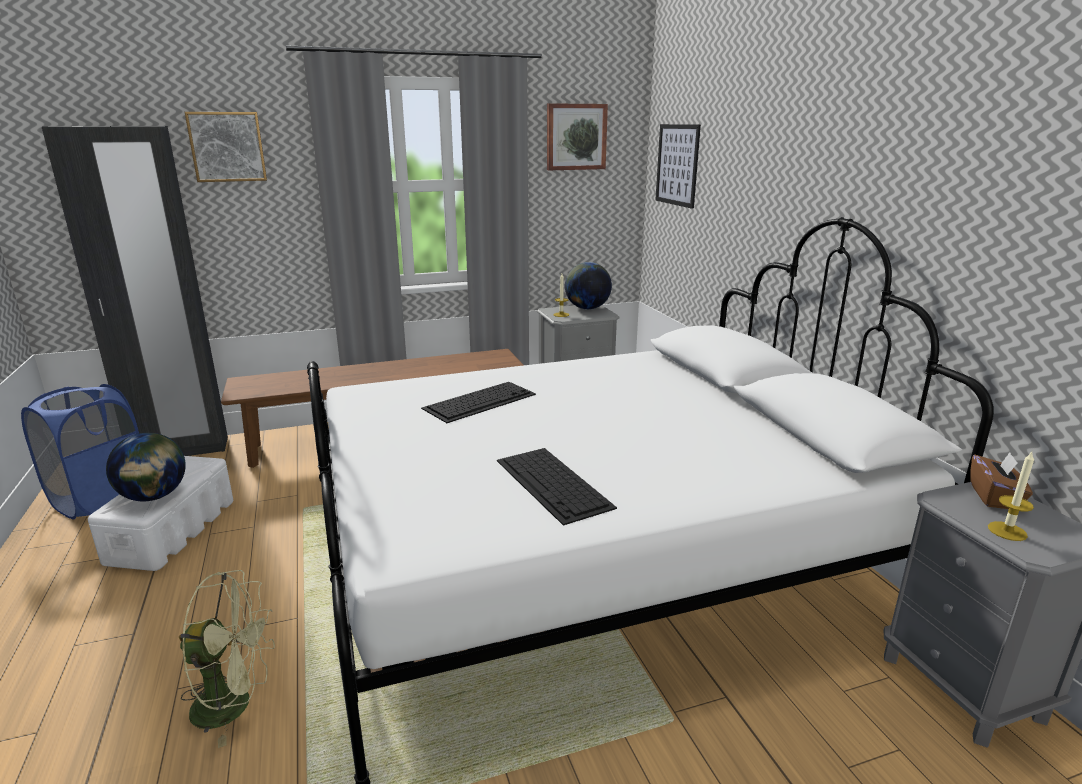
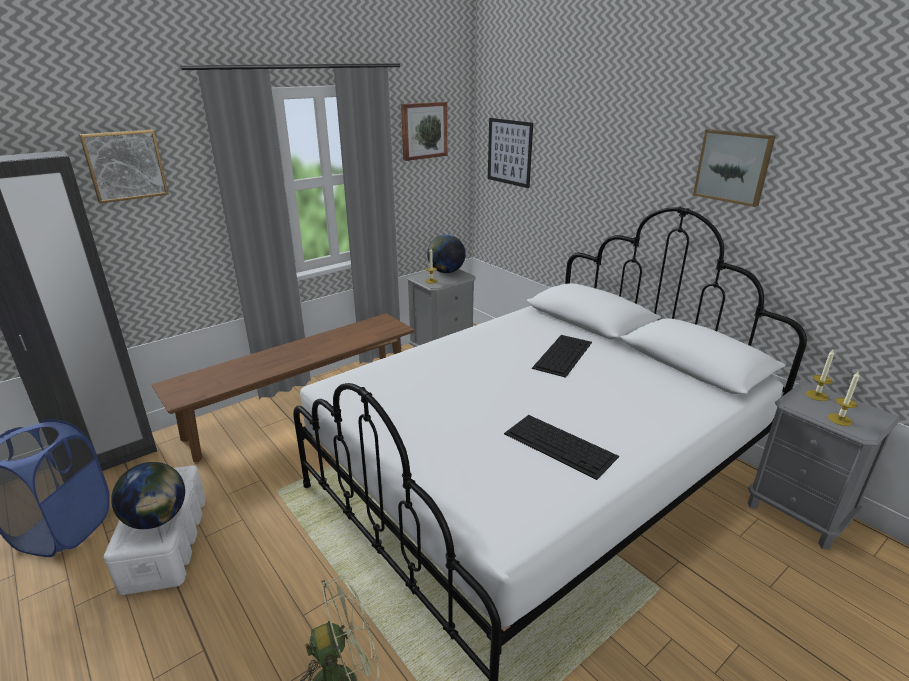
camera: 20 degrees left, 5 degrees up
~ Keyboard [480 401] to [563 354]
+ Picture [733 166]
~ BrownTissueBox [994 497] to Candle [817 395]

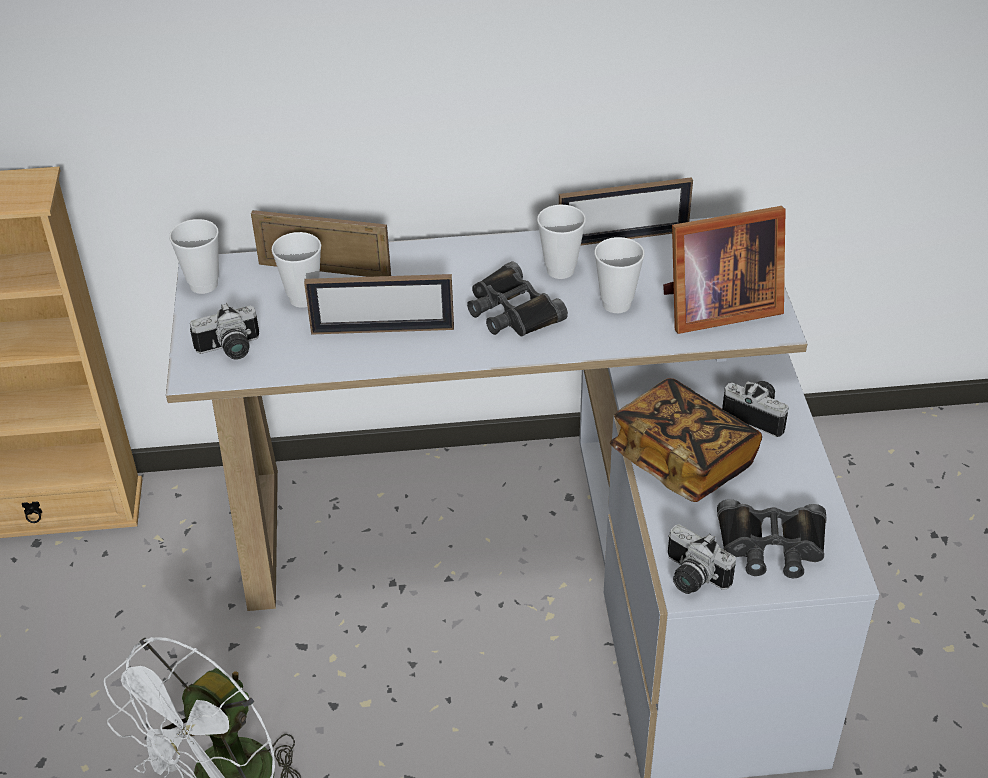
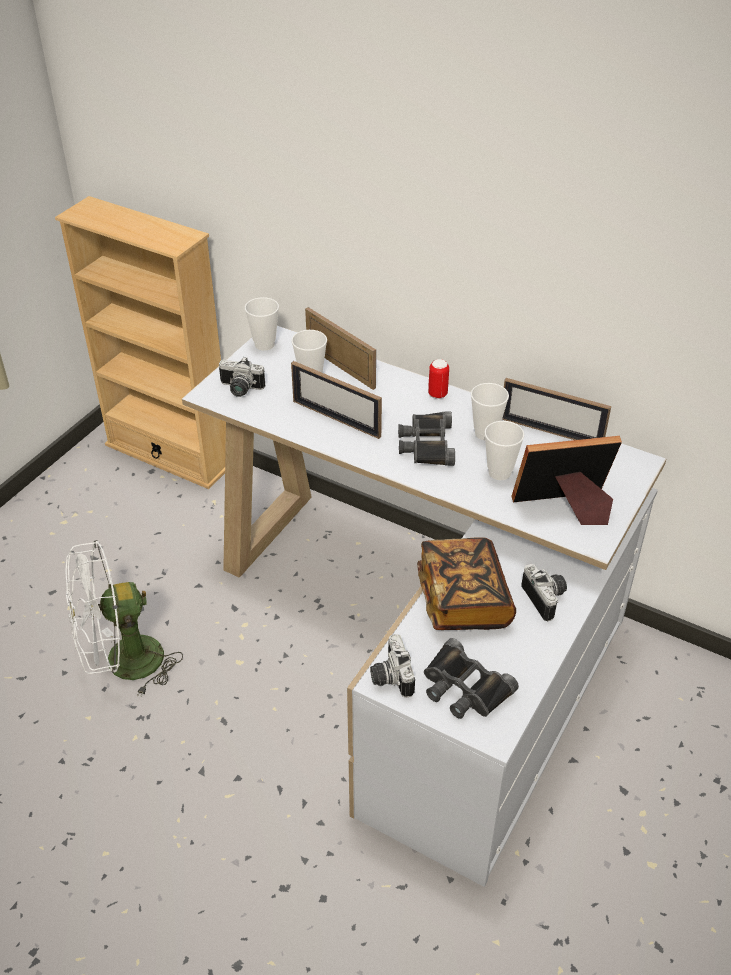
camera: 35 degrees right, 0 degrees up
+ Can [437 394]
~ PictureFrame [715 308] = [565 508] 150 degrees clockwise

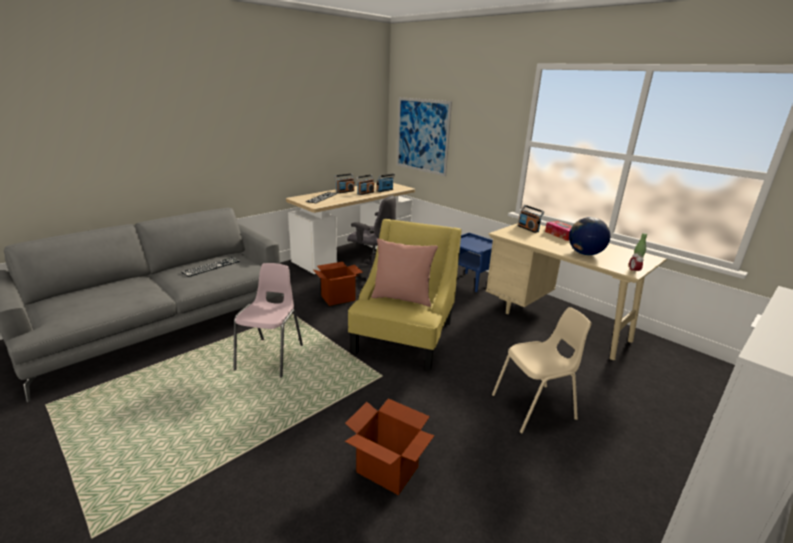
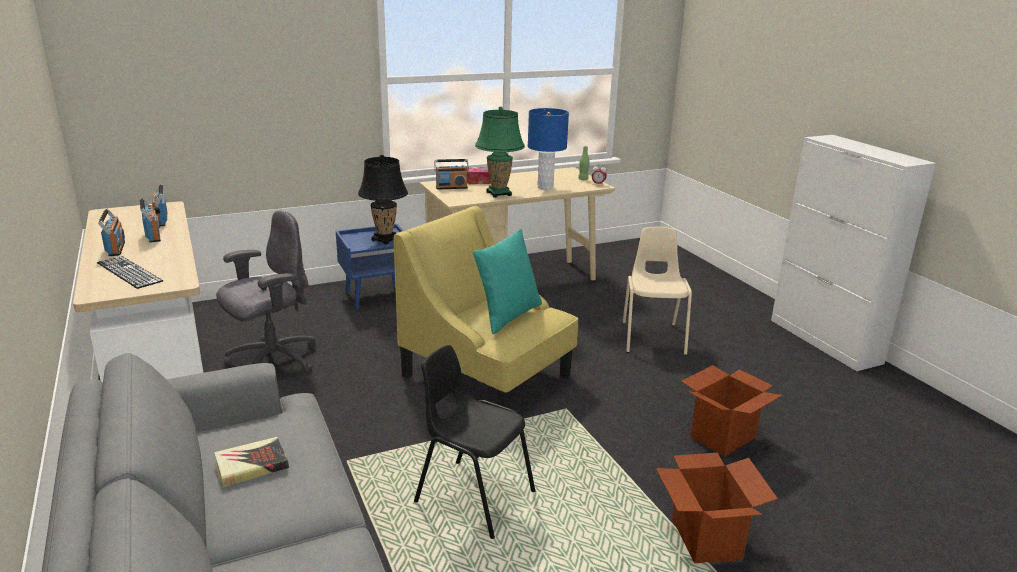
camera: 70 degrees left, 0 degrees up
~ Keyboard [211 266] to Book [251 466]
+ BlackTableLamp [385 239]
~ PinkChair [271 357] to BlackChair [473 496]
~ PinkPillow [402 298] to TurquoisePillow [507 316]
+ GreenTableLamp [499 194]
~ Globe [585 254] to BlueTableLamp [545 187]
~ CardboardBox [338 298] to [705 538]
- Picture [422 136]

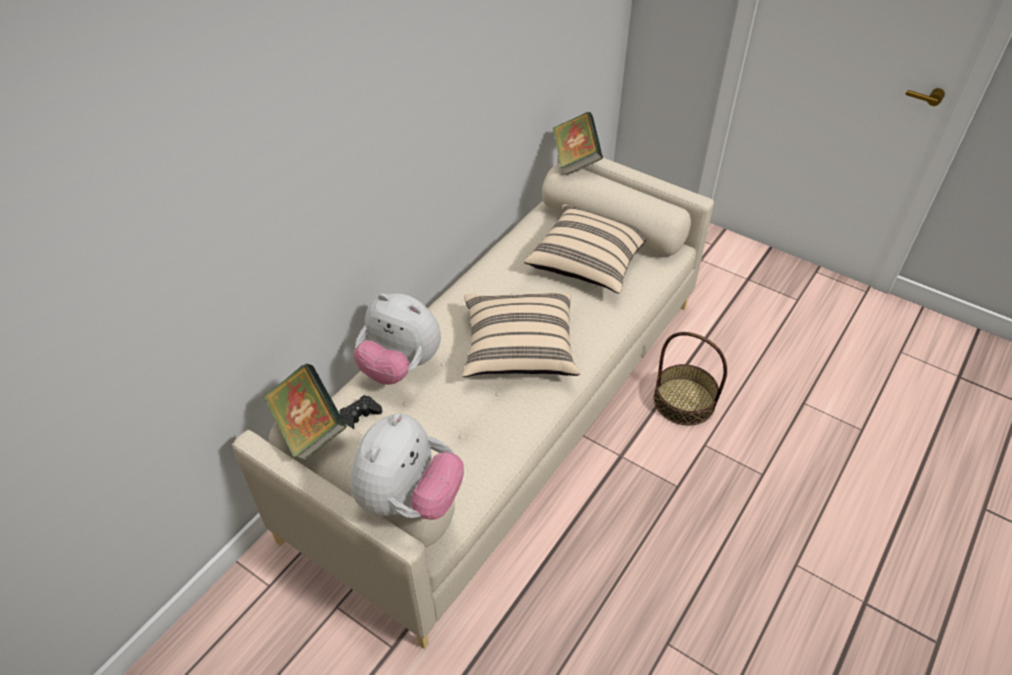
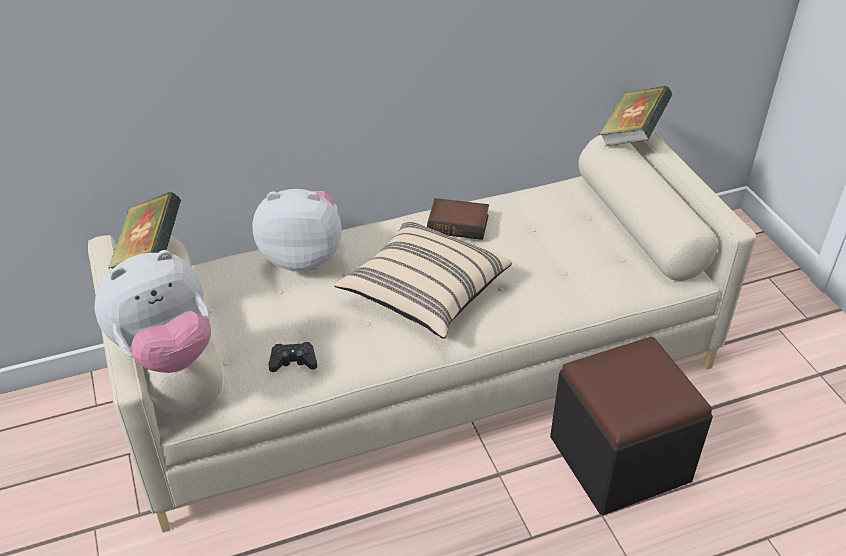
camera: 35 degrees right, 5 degrees down
~ PlushToy [400 366] = [302 256] 120 degrees clockwise
~ BlackGameController [359 416] to [293 361]
+ Book [459 223]
~ Basket [684 401] to BlackOttoman [619 459]
- BeigePillow [588 262]

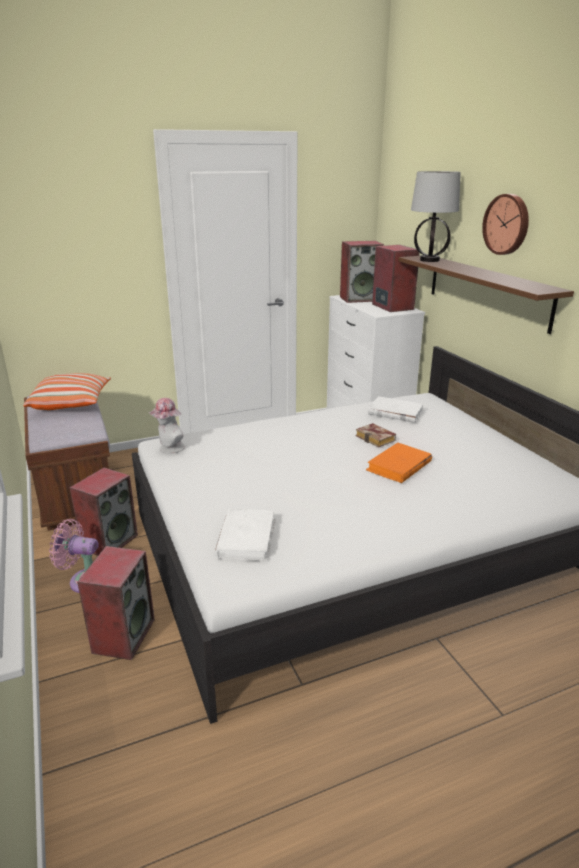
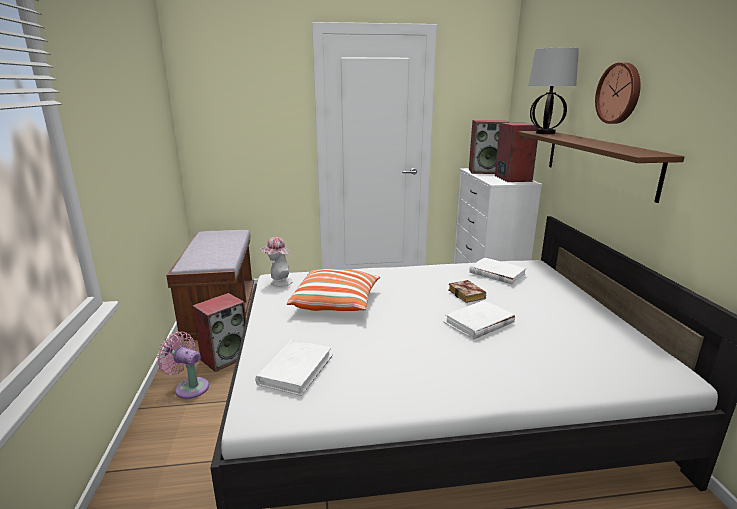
camera: 15 degrees right, 5 degrees down
~ Pillow [71 403] to [336 303]
~ OrangeBook [399 466] to WhiteBook [478 323]
- Speaker [123 635]

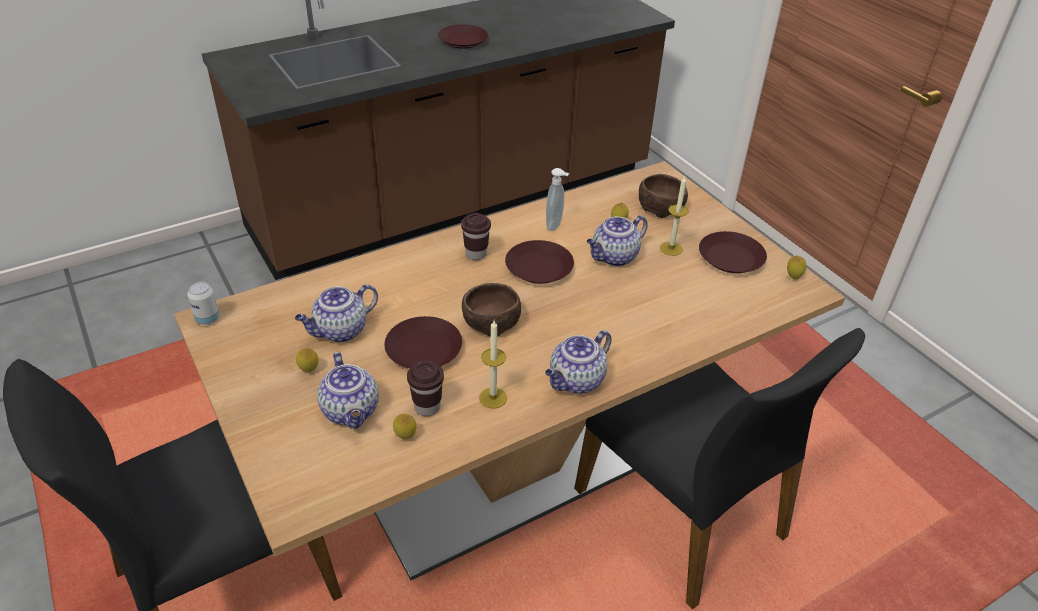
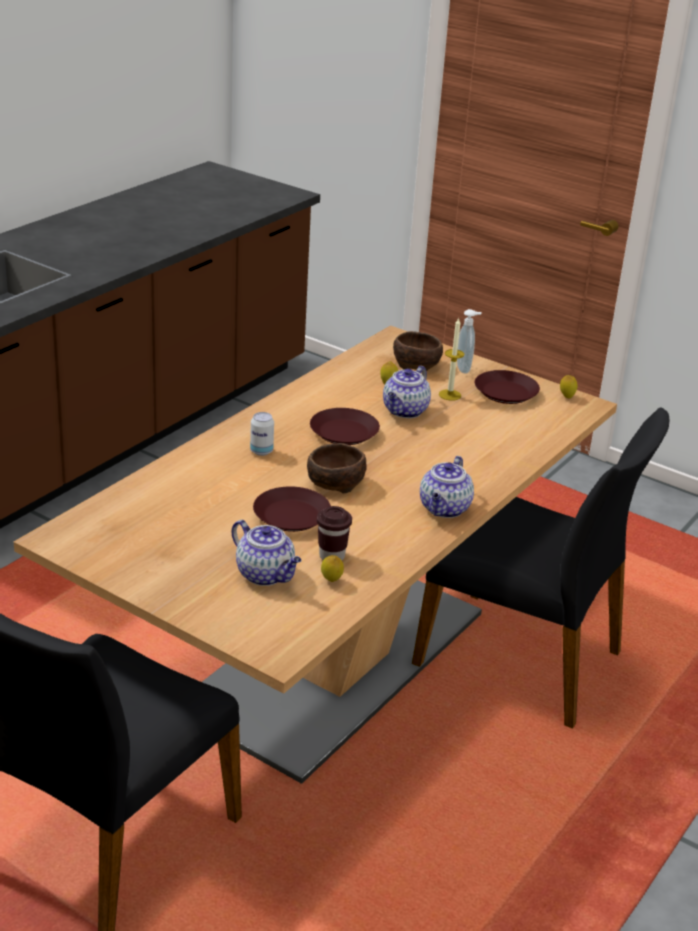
camera: 25 degrees left, 10 degrees down
~ Can [208 319] to [261 451]
~ SoapDispenser [555 225] to [465 368]
- Teapot [340 331]
- Lemon [309 370]
- BrownPlate [462 41]
- BrownCup [476 254]
- Candle [493 398]

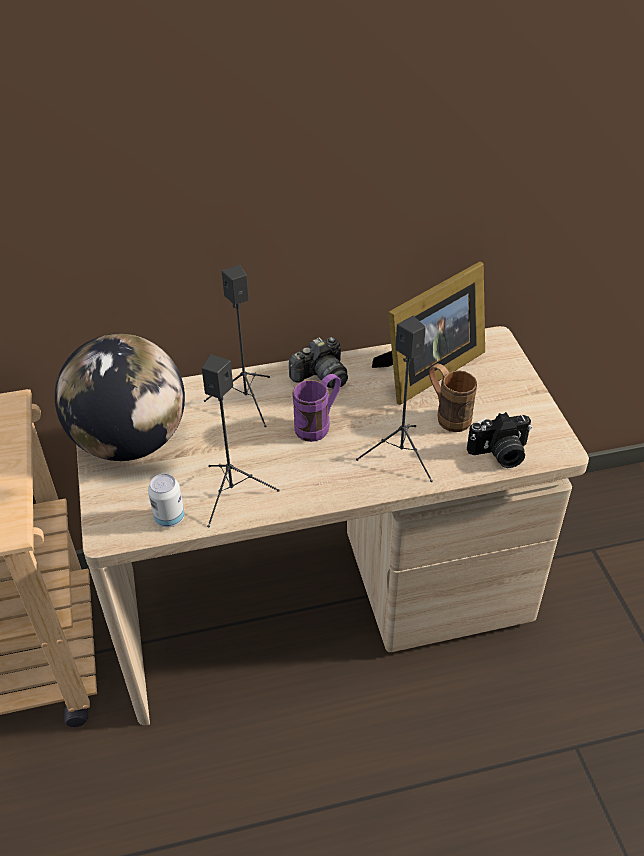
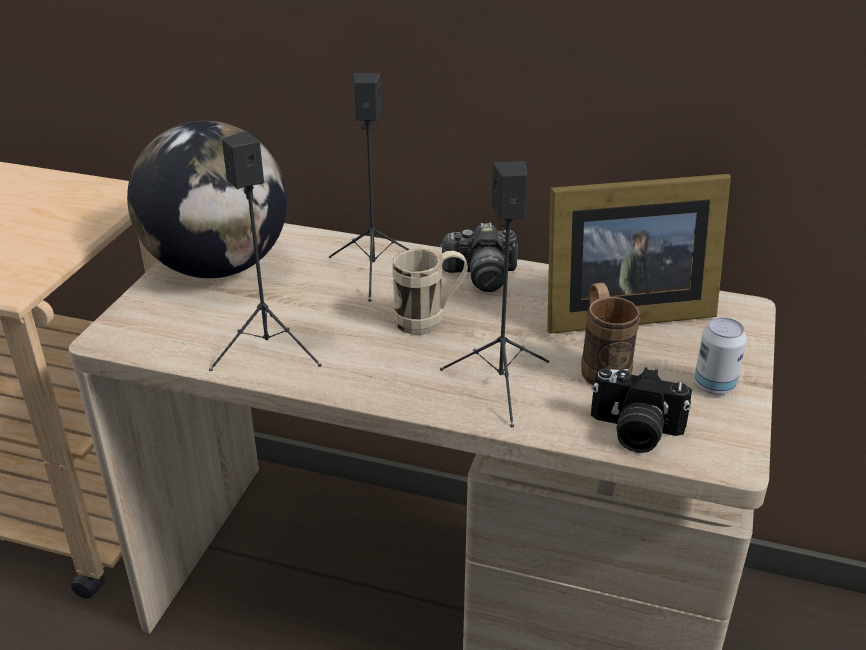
camera: 30 degrees right, 10 degrees down
~ PurpleMug [318 426] to BeigeMug [430 321]
~ Can [169 518] to [714 385]

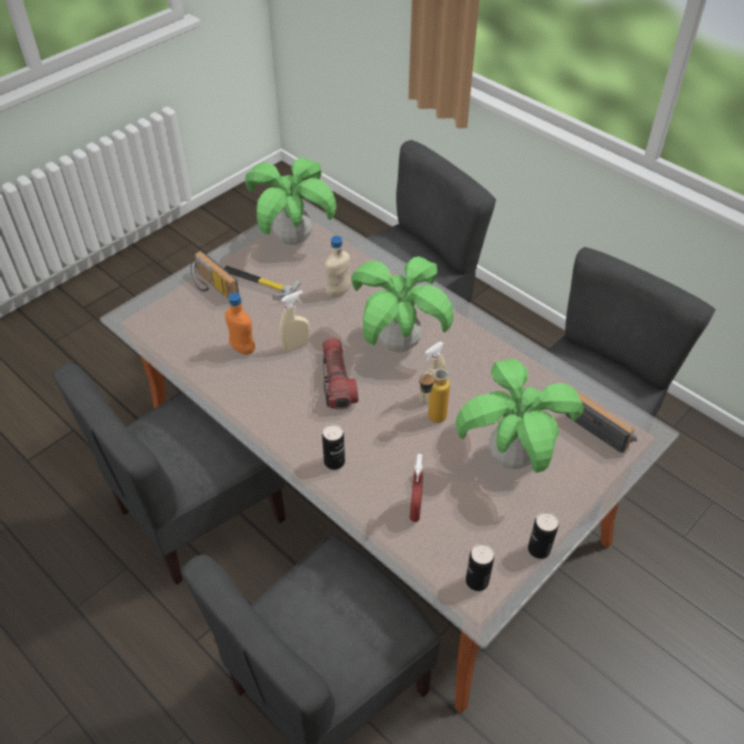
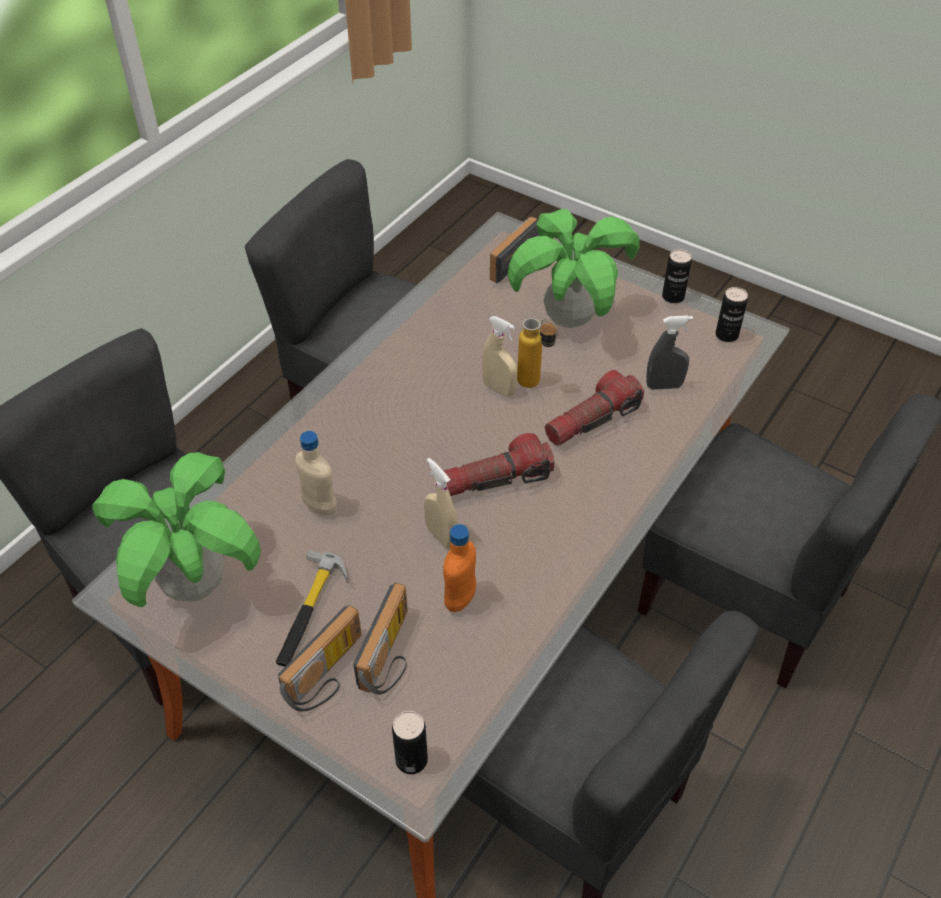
camera: 100 degrees left, 0 degrees up
+ Radio [391 654]
~ Can [334 461] to [411 760]
+ Flashlight [592 420]
~ RedSprayBottle [415 509] to GreySprayBottle [664 386]
- PottedPlant [398 344]

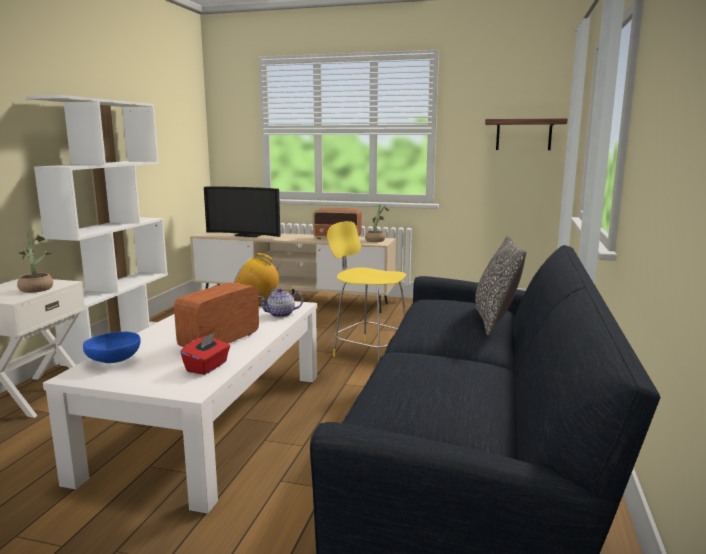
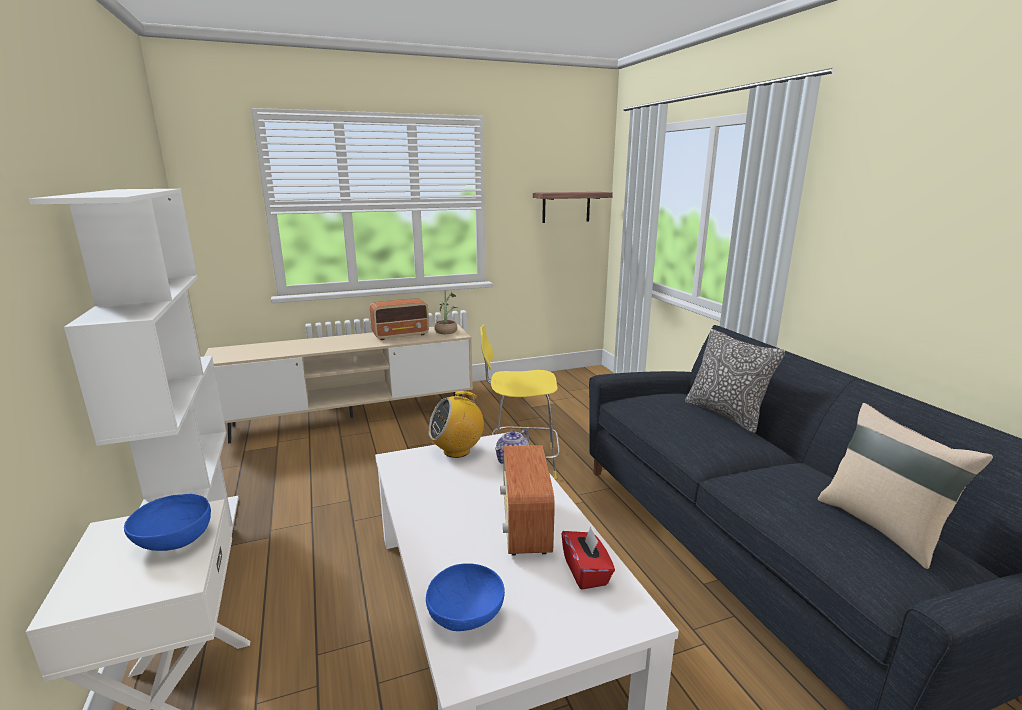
camera: 35 degrees left, 5 degrees up
~ PottedPlant [36 288] to BlueBowl [173 540]
+ BeigePillow [882 527]
- Television [248 235]

